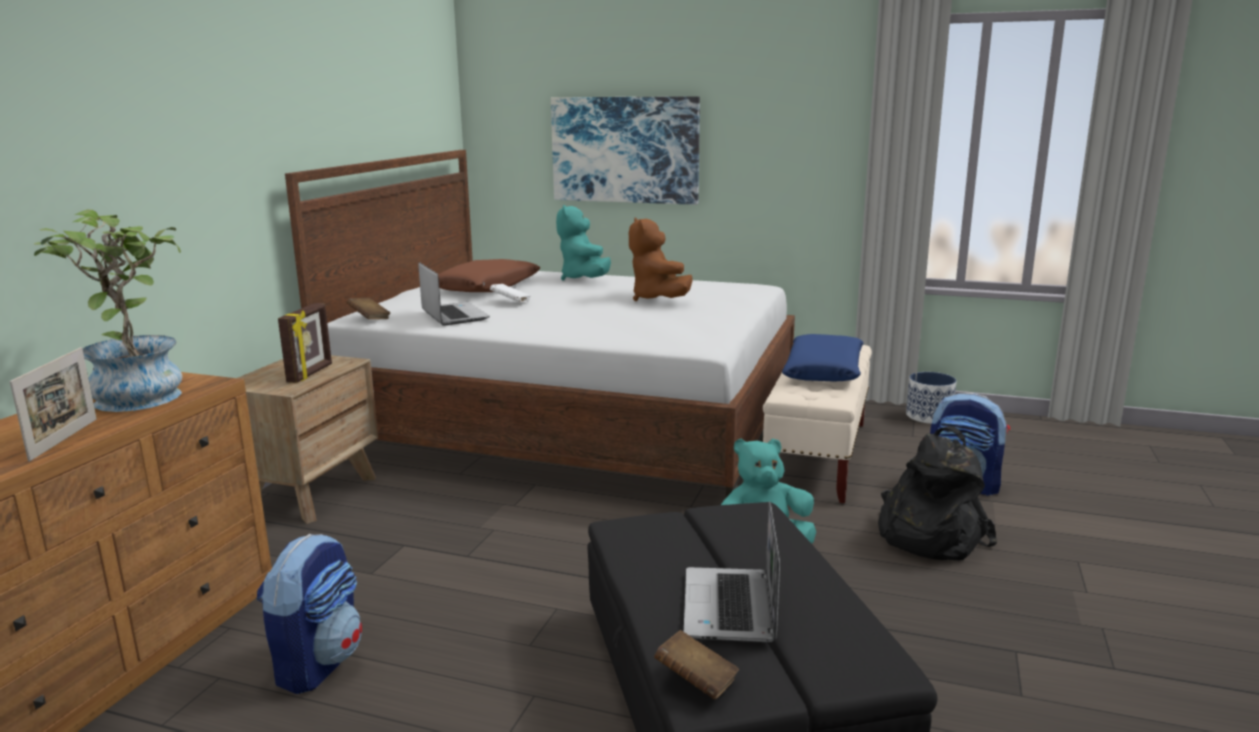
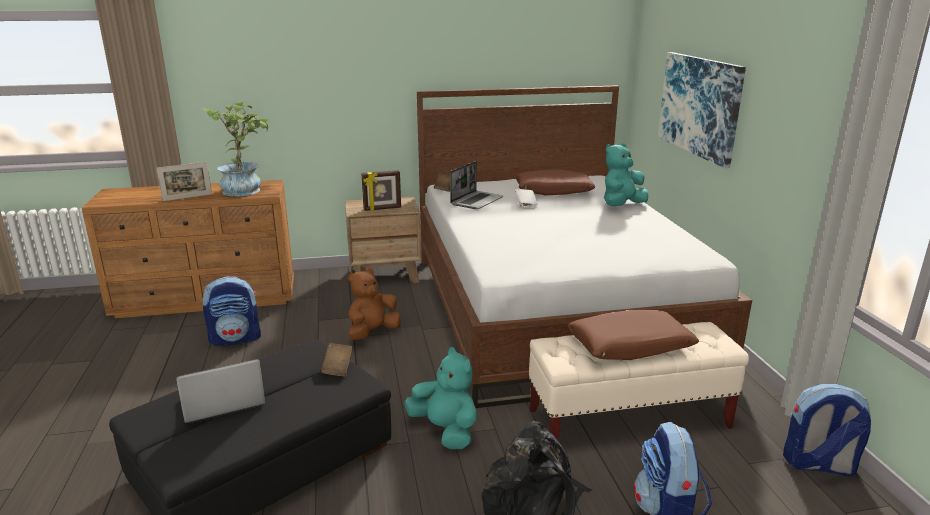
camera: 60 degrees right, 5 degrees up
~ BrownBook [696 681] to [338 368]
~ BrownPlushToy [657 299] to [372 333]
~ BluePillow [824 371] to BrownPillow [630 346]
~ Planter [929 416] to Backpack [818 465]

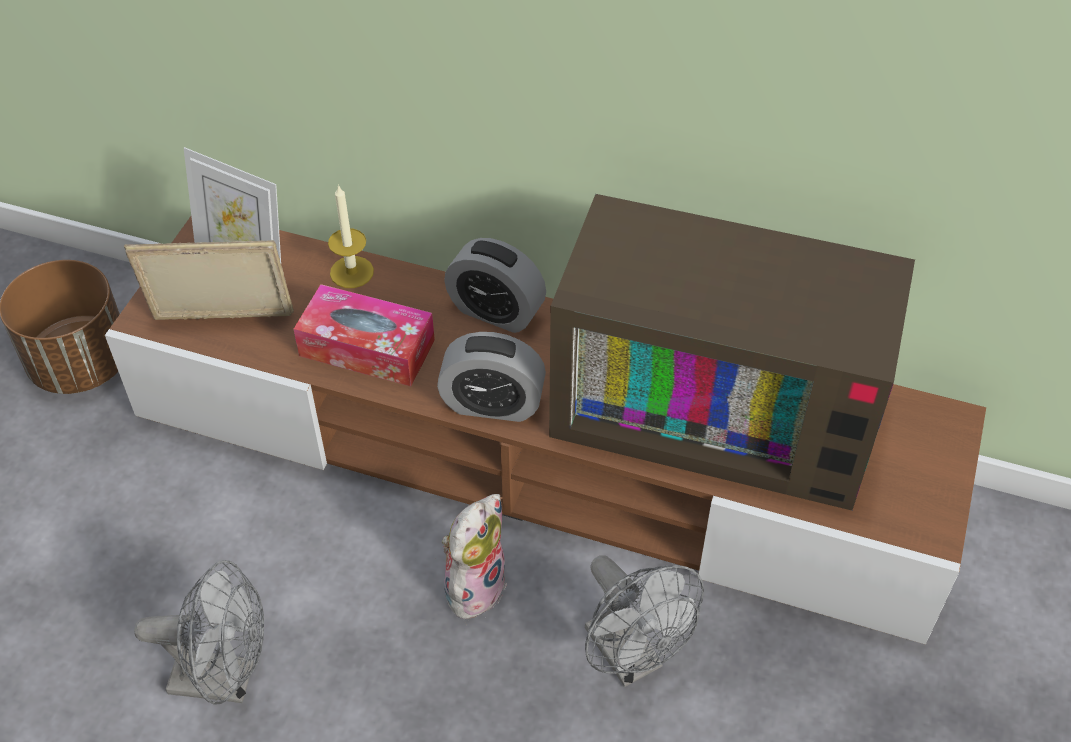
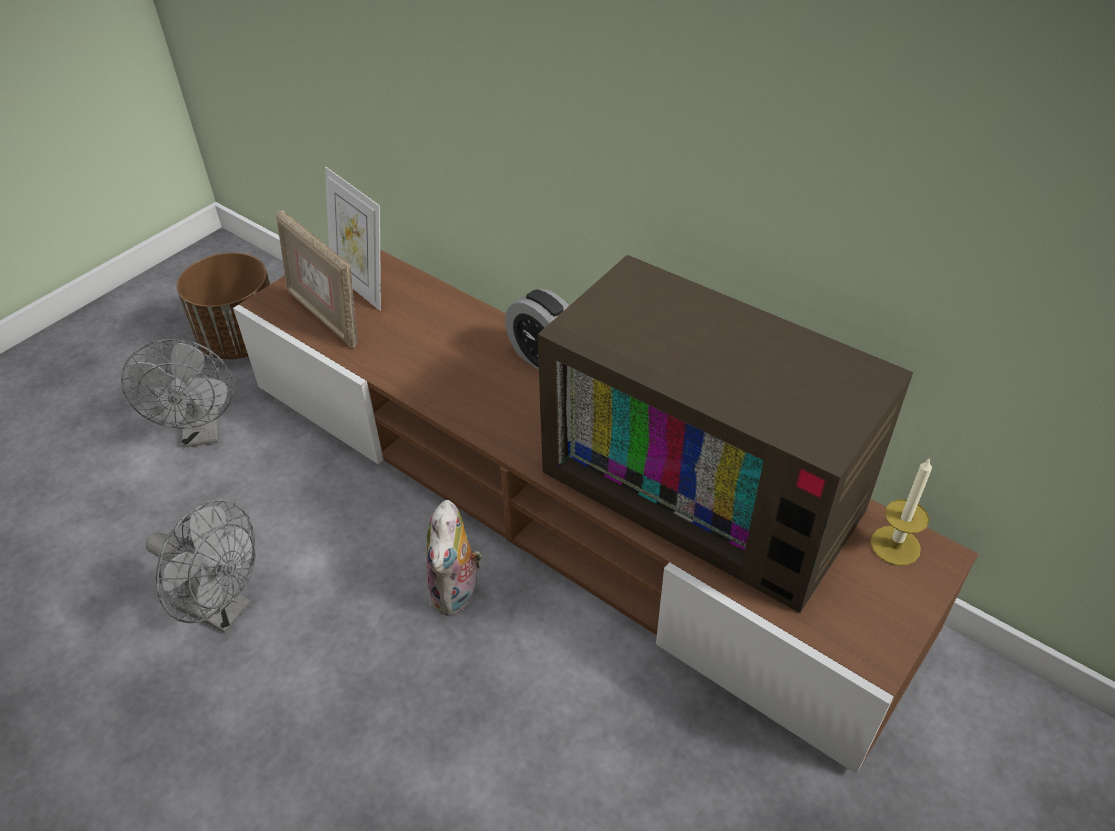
camera: 20 degrees right, 5 degrees down
~ GreyFan [631 658] to [203 433]
~ PictureFrame [222 319] = [325 316] 150 degrees counterclockwise
~ PlushToy [474 585] = [457 593] 135 degrees clockwise
~ Candle [351 272] to [895 545]
- TissueBox [367 348]
- AlarmClock [492 404]

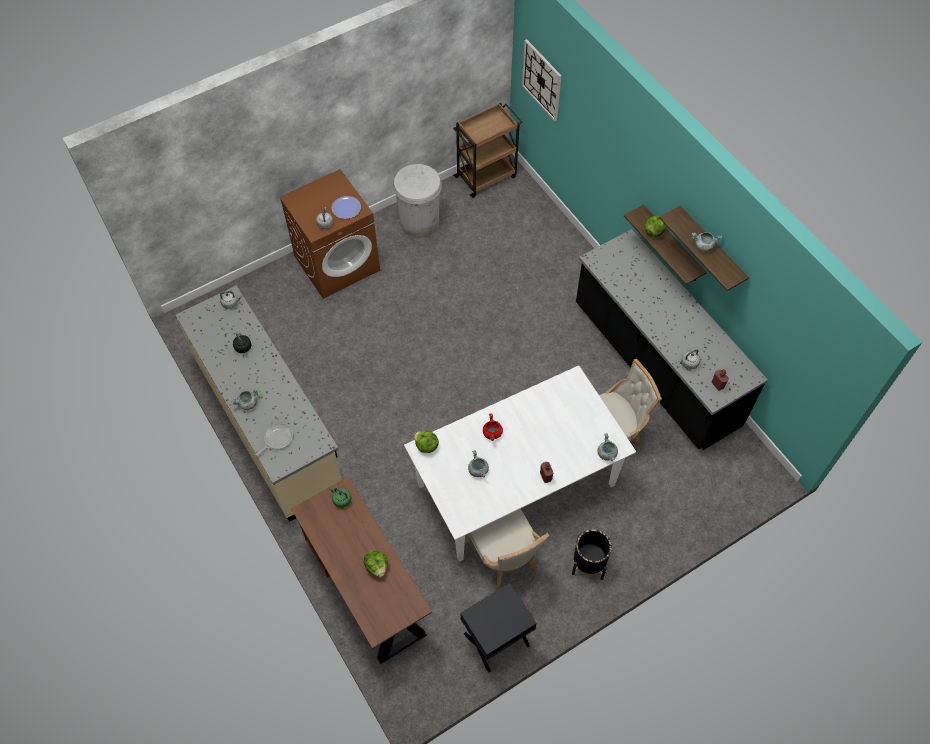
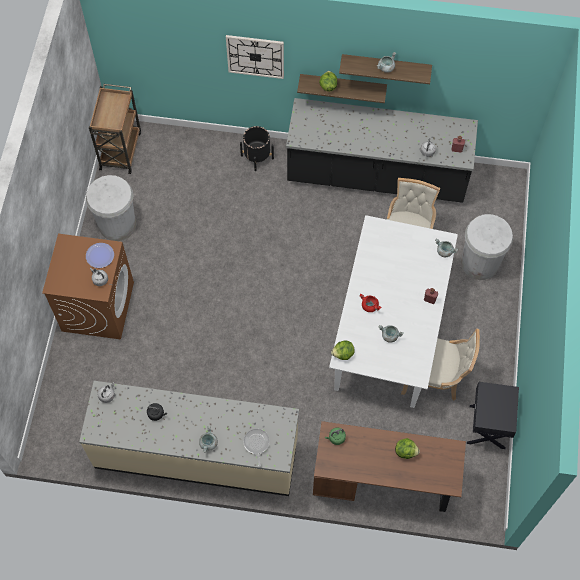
camera: 50 degrees left, 5 degrees up
~ WallClock [542 80] to [255 56]
~ BlackPlanter [589 562] to [257 157]
+ WhiteTrashCan [480 263]

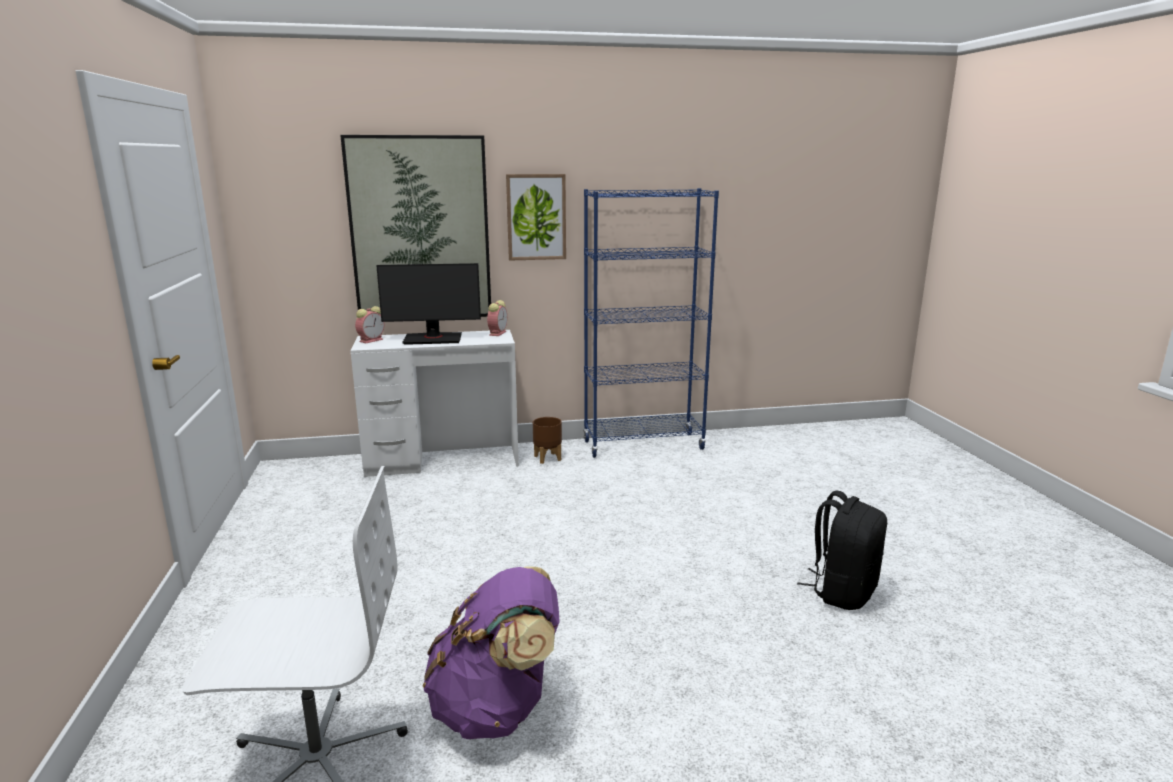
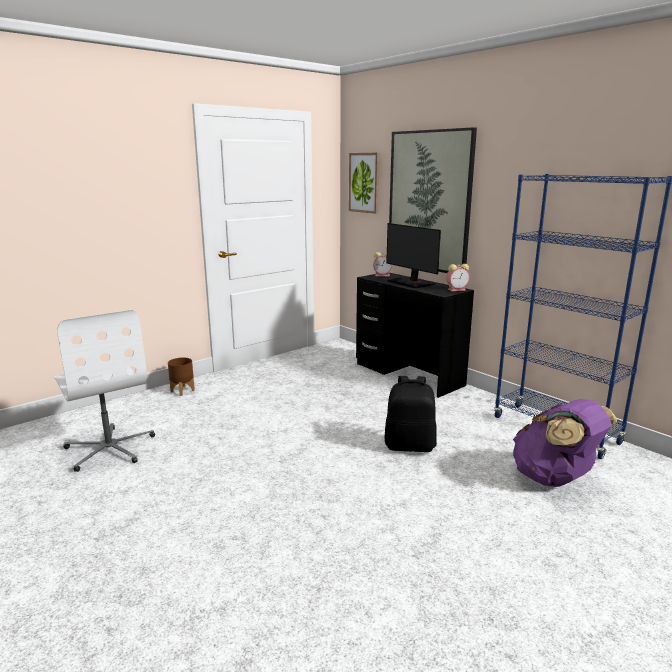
camera: 60 degrees right, 0 degrees up
~ BrownPlanter [548 458] to [183 391]
~ Picture [536 217] to [364 182]
~ WhiteDesk [443 460] to BlackDesk [408 374]
~ BlackBackpack [842 591] to [410 446]
~ PurpleBackpack [497 708] to [554 479]

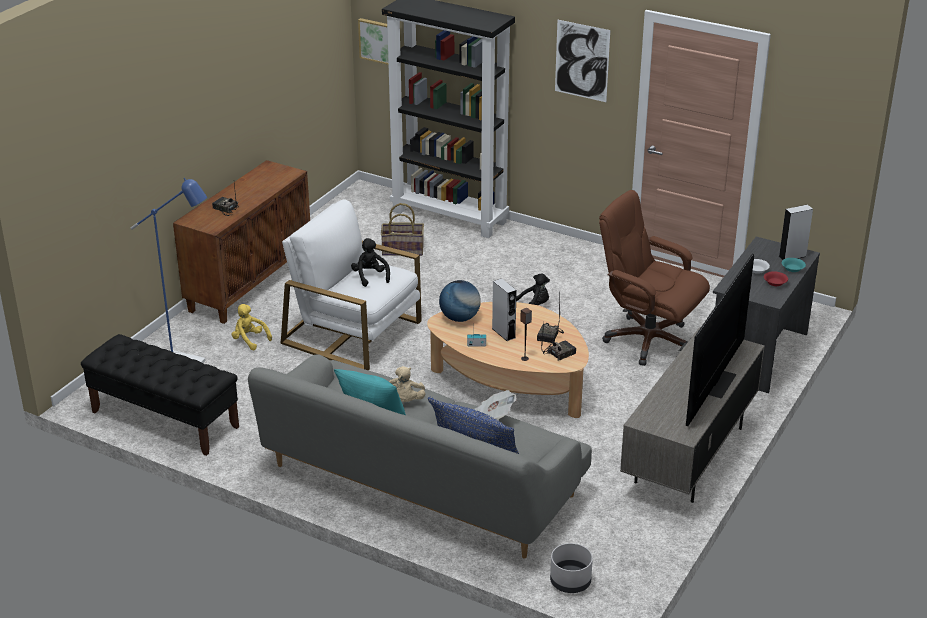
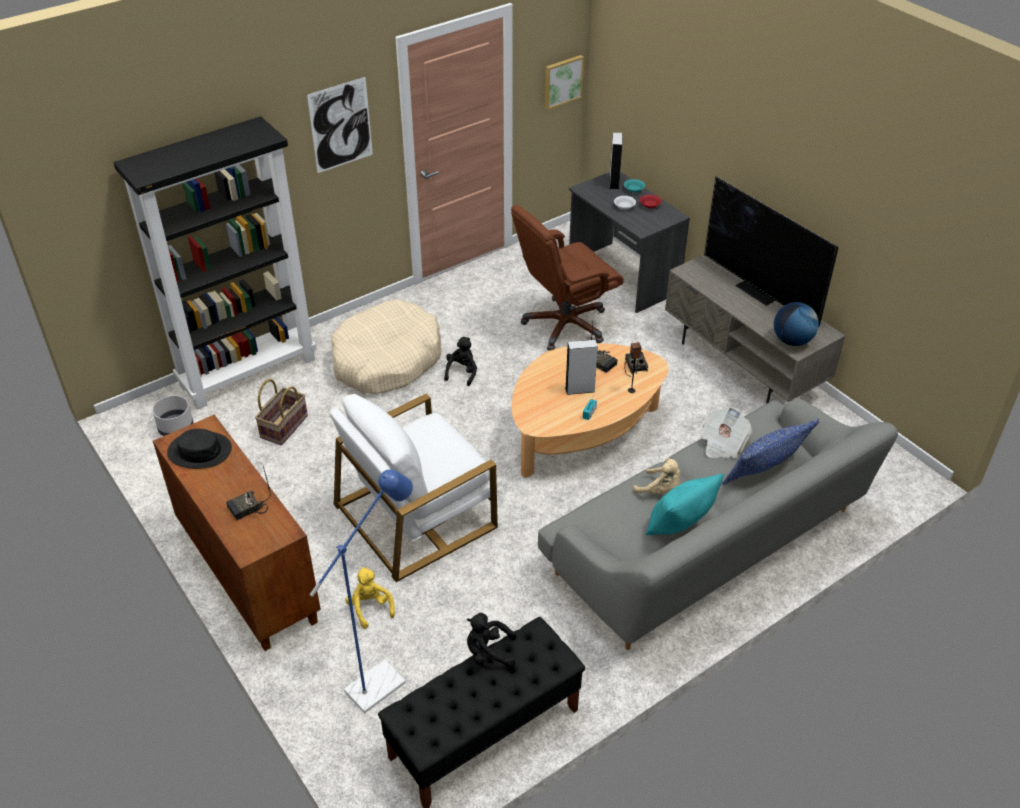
camera: 65 degrees left, 10 degrees up
~ GreyPlanter [570 582] to [176 428]
+ BlackHat [200 451]
+ BeigeDogBed [386 360]
~ YellowPlushToy [249 340] = [370 608] 90 degrees clockwise
~ BlackPlushToy [370 276] to [488 652]
~ Picture [378 41] to [562 81]
~ Globe [459 318] to [792 341]

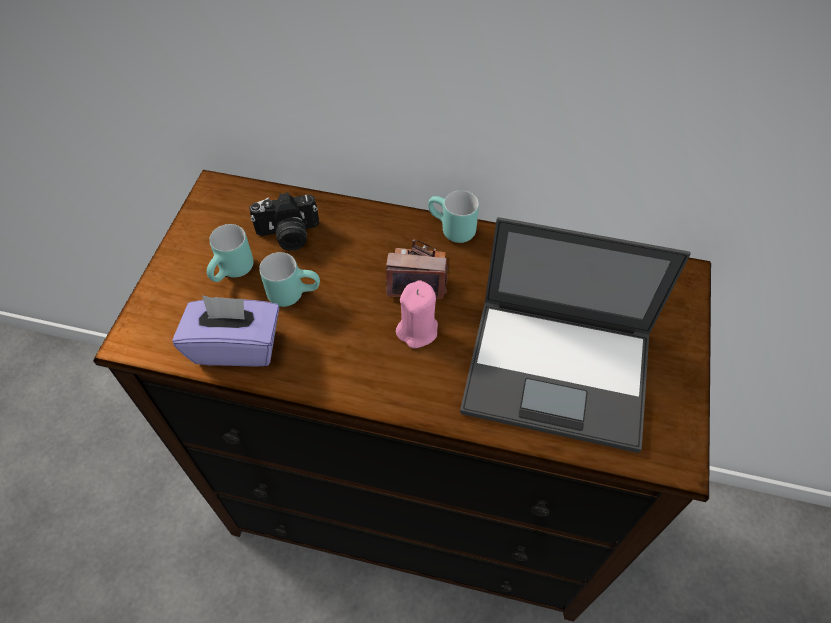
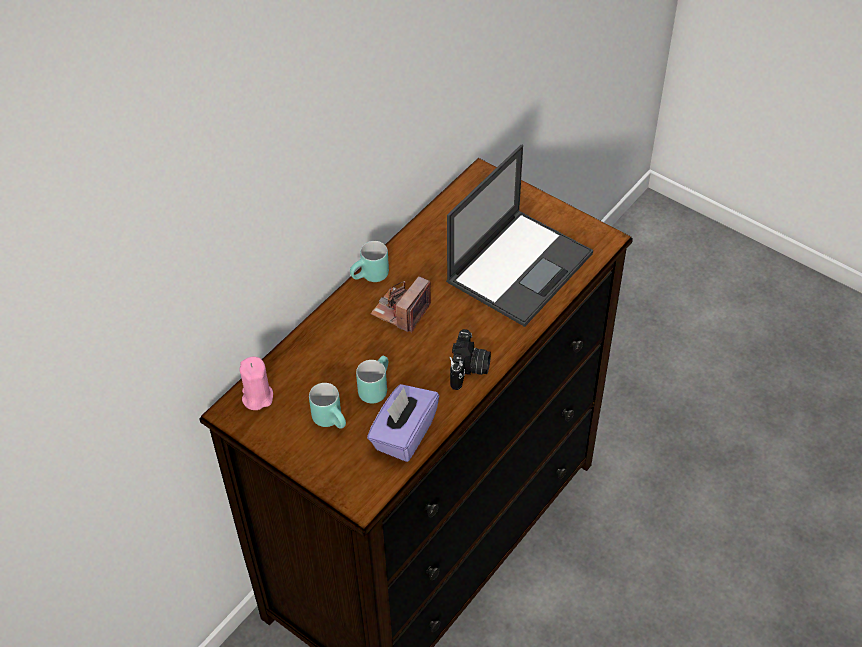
camera: 65 degrees left, 5 degrees down
~ PinkCandle [417 330] to [257 397]
~ PhotoCamera [288 235] to [469 370]

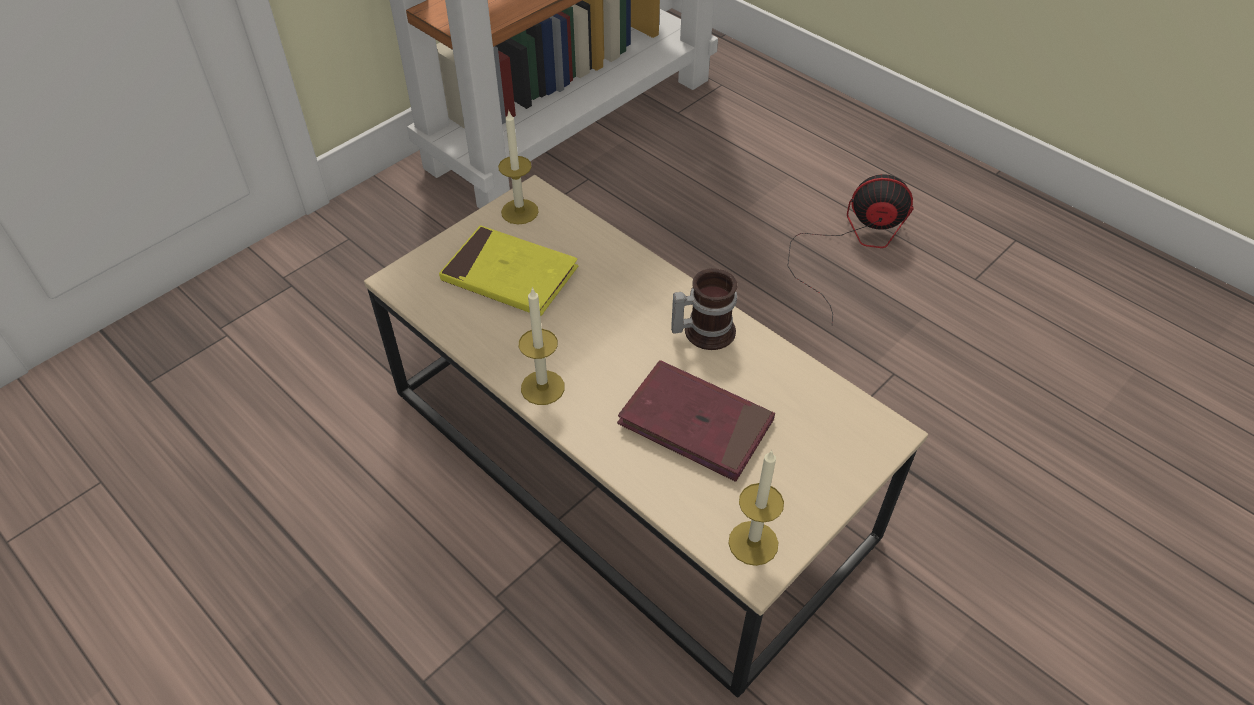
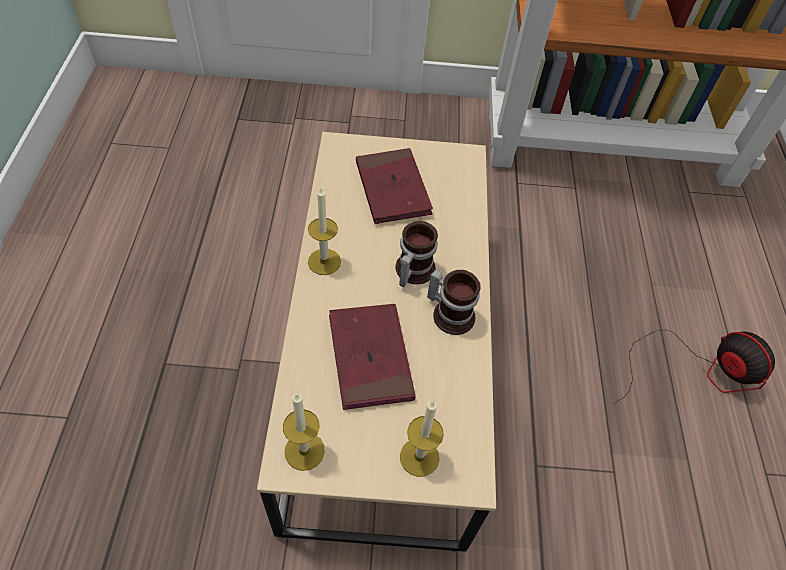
camera: 45 degrees right, 5 degrees up
~ YellowBook [510 275] to RedBook [392 189]
+ Mug [411 270]
~ Candle [519 211] to [419 457]

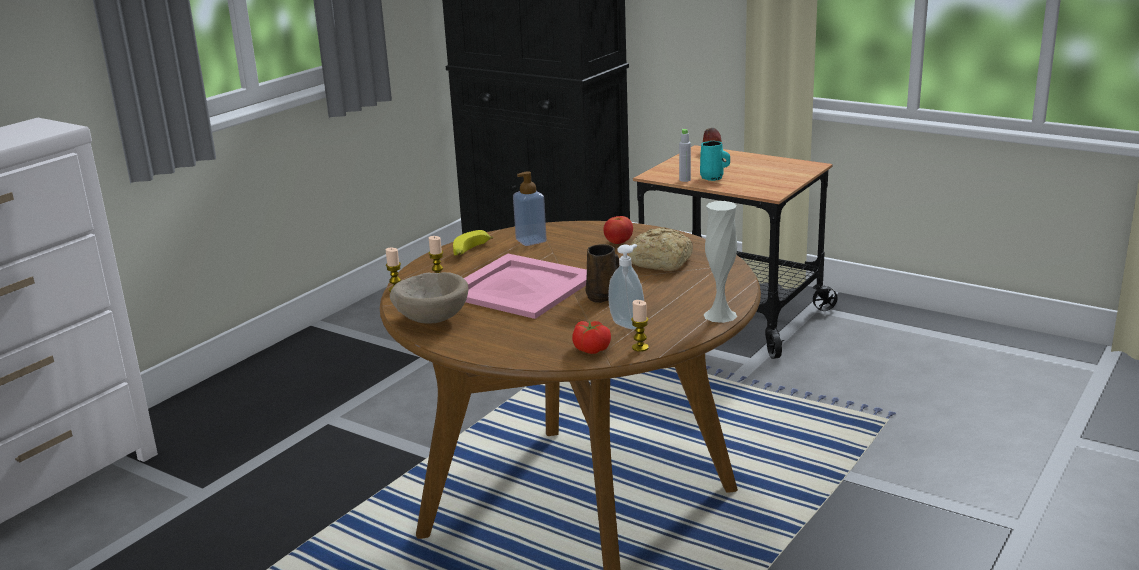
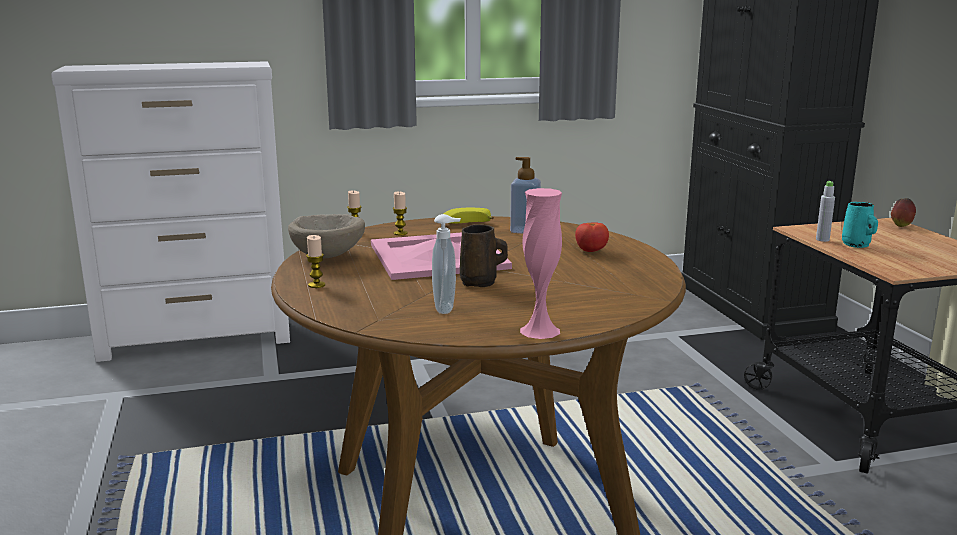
camera: 40 degrees right, 5 degrees down
~ Candle [640 347] to [316 285]
~ WhiteVase [720 315] to PinkVase [540 330]
- Tomato [592 349]
- Bread [662 262]

